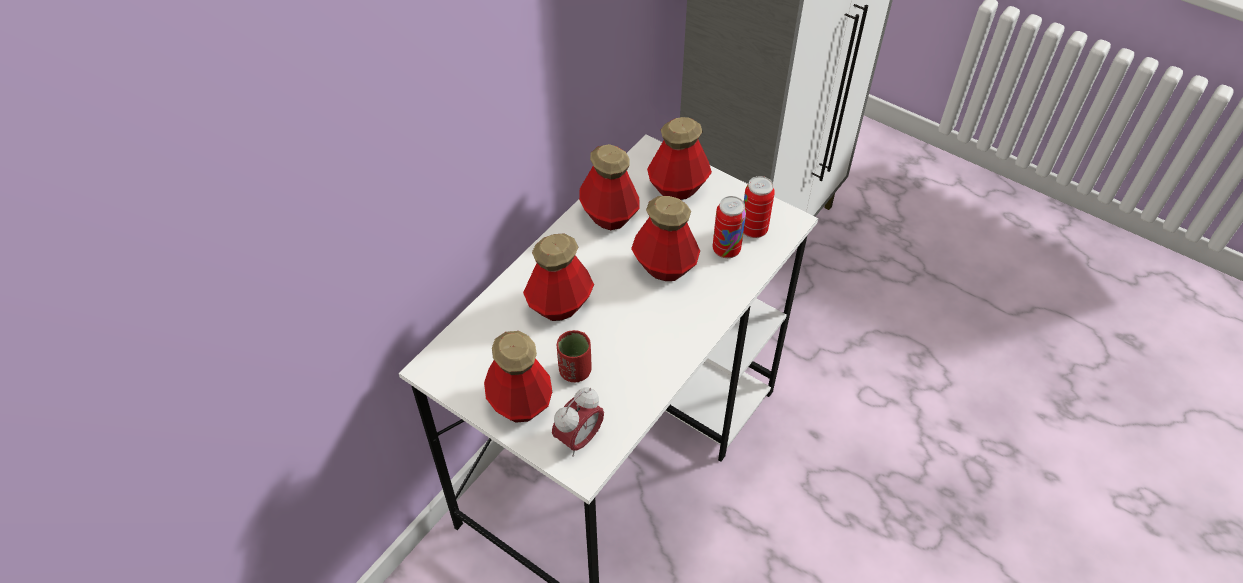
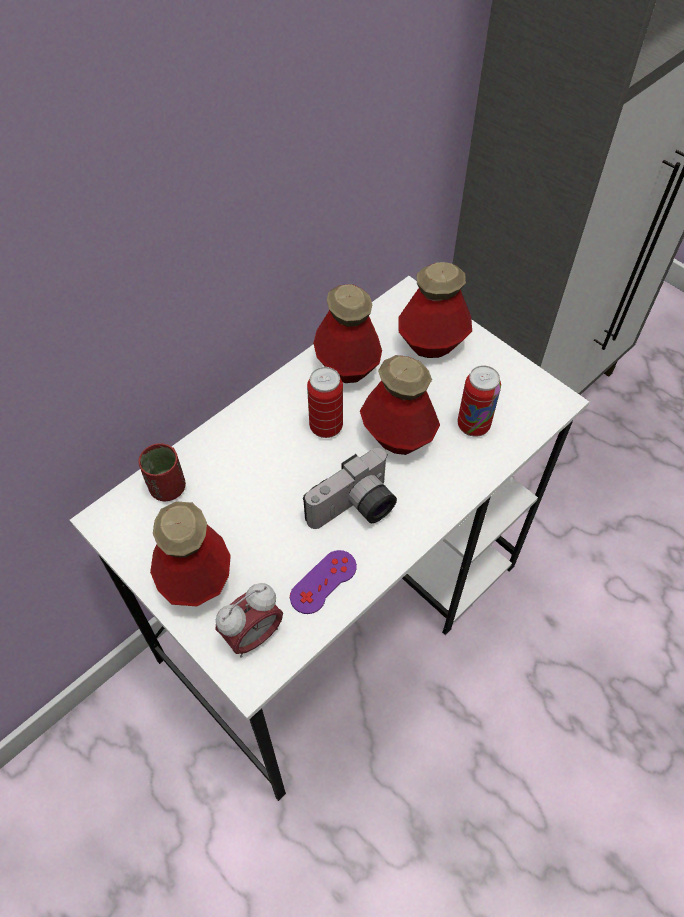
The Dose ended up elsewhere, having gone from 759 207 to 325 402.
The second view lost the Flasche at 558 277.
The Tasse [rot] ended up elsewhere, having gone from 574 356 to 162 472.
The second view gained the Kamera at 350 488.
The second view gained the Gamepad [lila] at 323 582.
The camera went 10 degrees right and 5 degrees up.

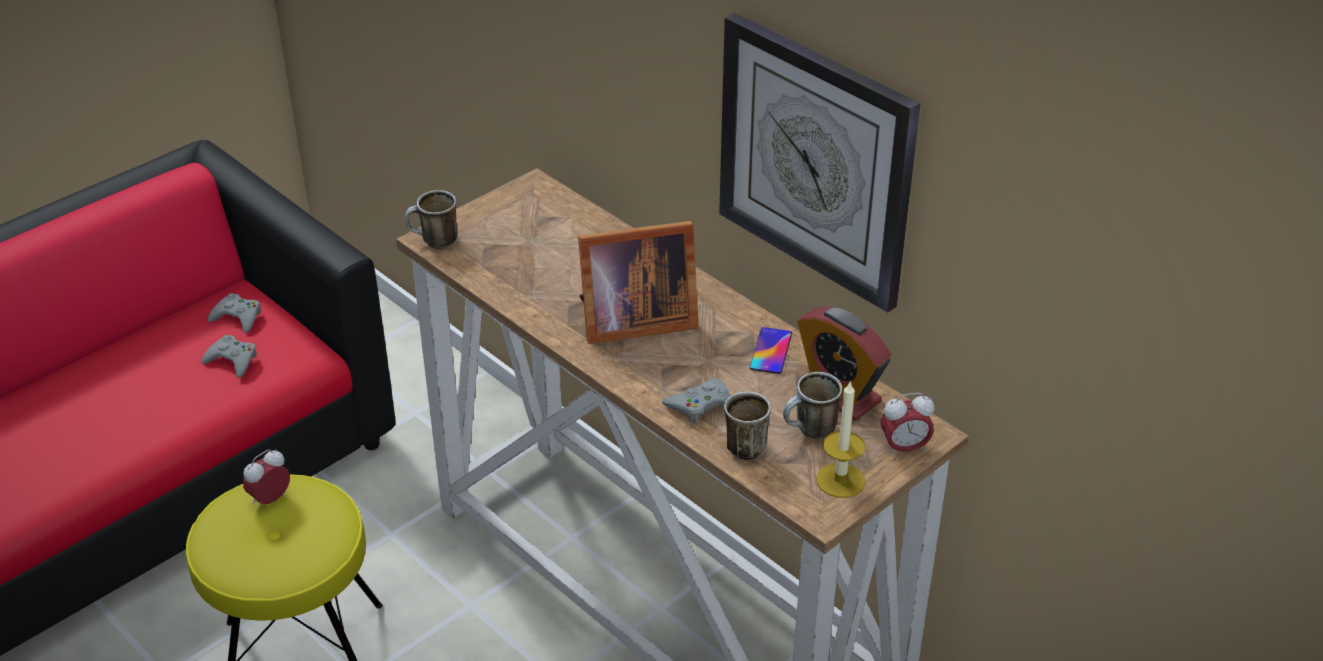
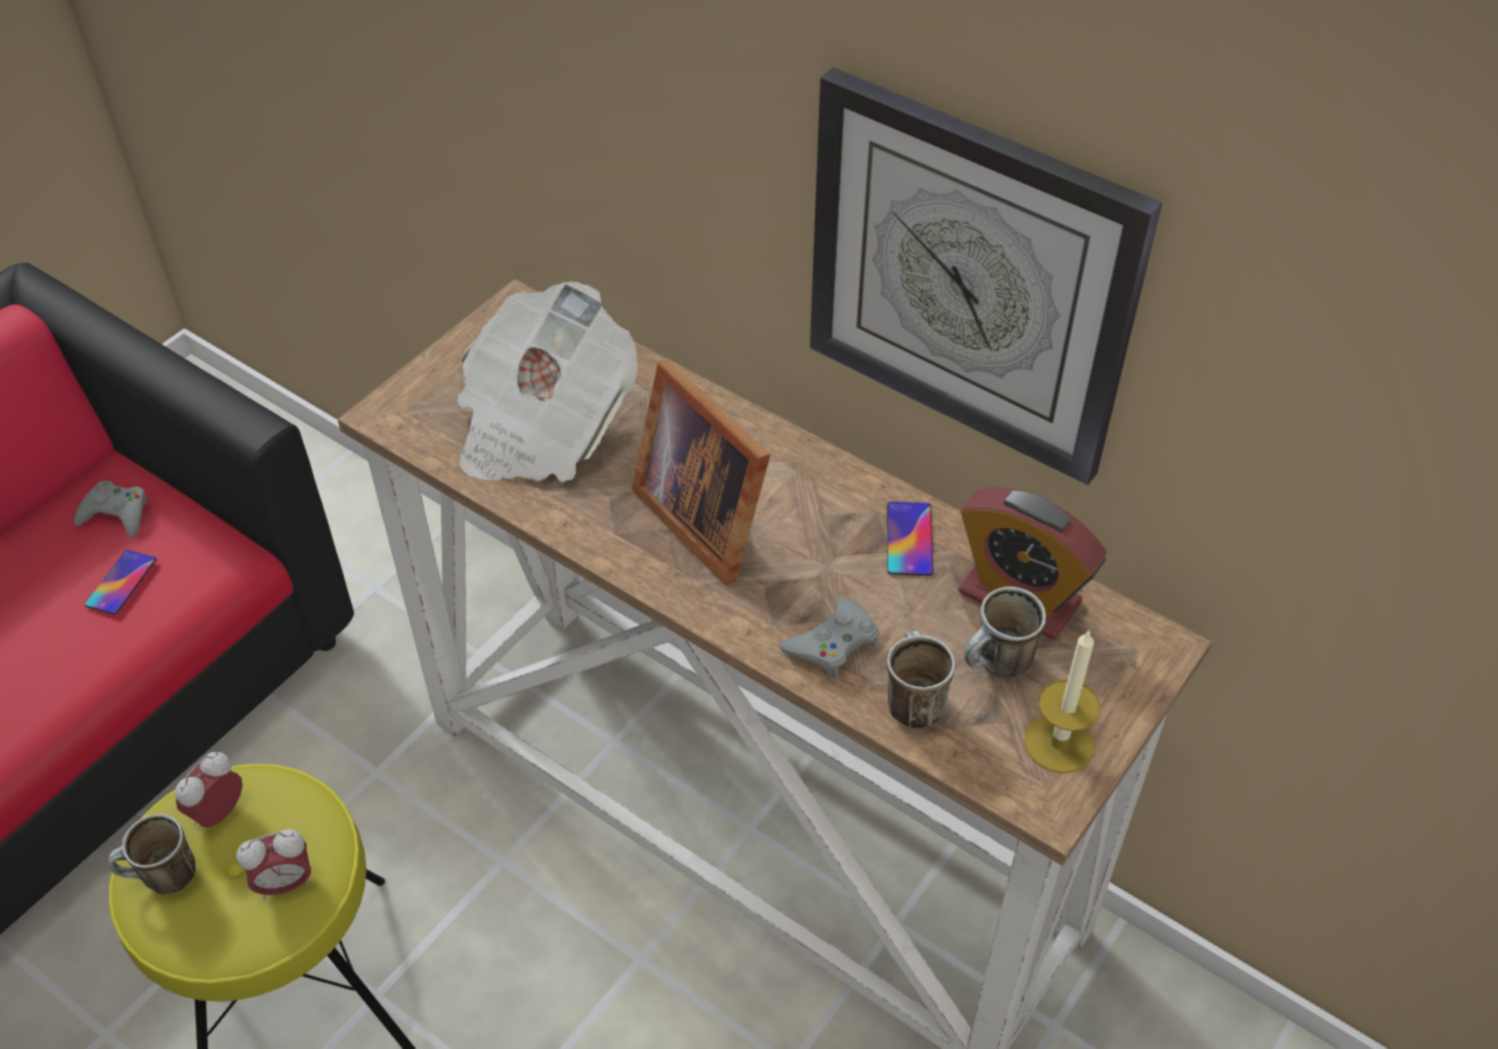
The Henkelbecher ended up elsewhere, having gone from 431 219 to 151 854.
The Bilderrahmen at 638 282 ended up facing another way, 75 degrees clockwise from before.
Where the Gamepad [grau] stood at 229 356, the Handy came to stand at 120 582.
The Wecker ended up elsewhere, having gone from 908 424 to 274 864.
The second view gained the Zeitung at 547 381.
The camera went 10 degrees left and 10 degrees up.

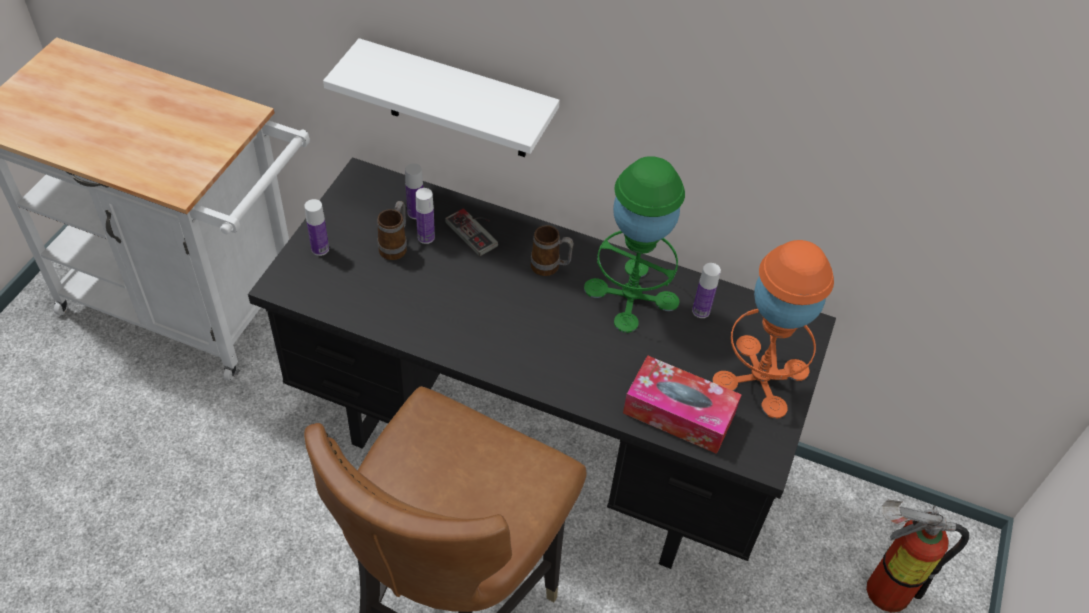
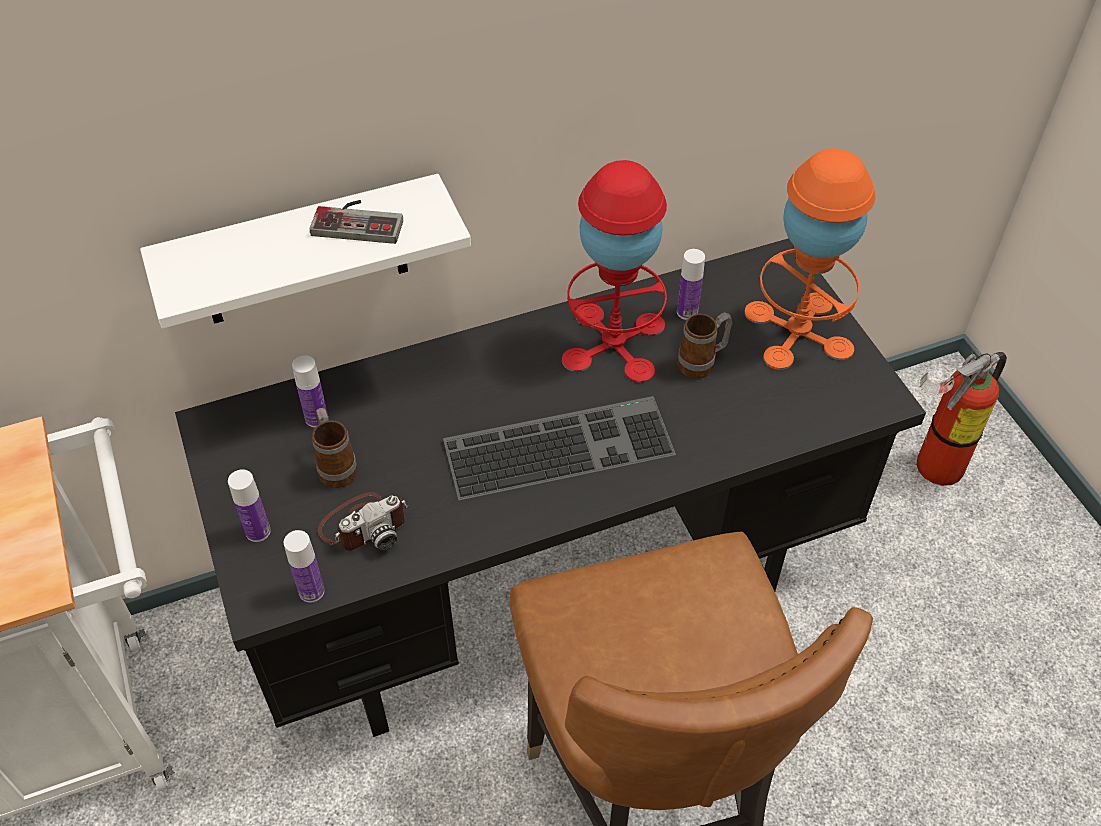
What was the Tischlampe [grün] at 634 244 turned into the Tischlampe [rot] at 614 271.
The Flasche ended up elsewhere, having gone from 425 216 to 304 566.
The Gamepad ended up elsewhere, having gone from 471 232 to 356 222.
The Henkelbecher ended up elsewhere, having gone from 552 250 to 705 345.
The second view lost the Taschentuchbox at 682 404.
The second view gained the Tastatur at 559 448.
The second view gained the Kamera at 363 521.
The camera went 40 degrees left and 0 degrees up.

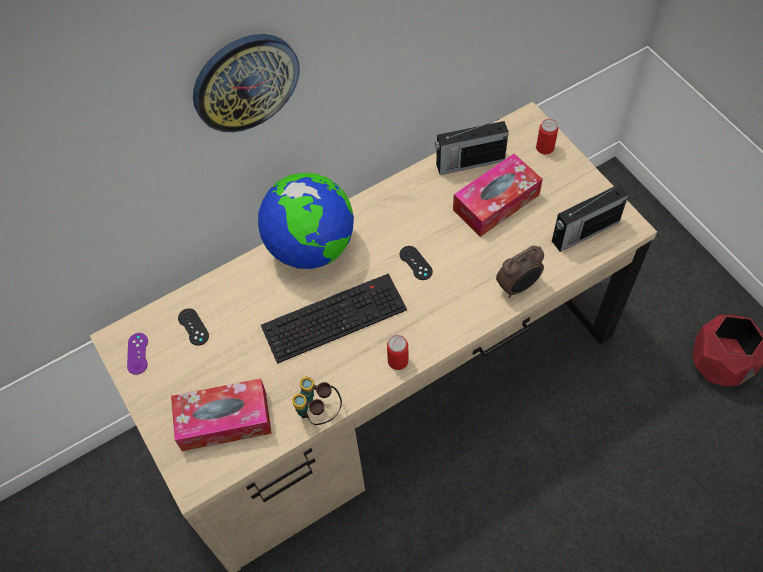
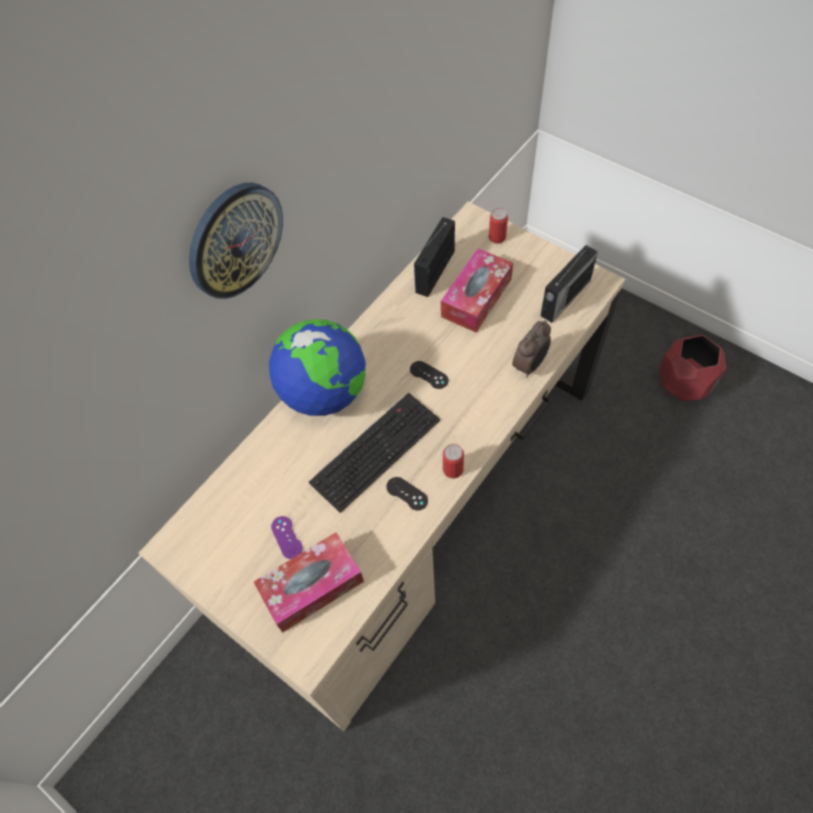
The Radio at 472 147 ended up facing another way, 150 degrees clockwise from before.
The Gamepad [schwarz] ended up elsewhere, having gone from 193 327 to 407 494.
The Gamepad [lila] ended up elsewhere, having gone from 137 354 to 287 537.
The second view lost the Fernglas at 317 401.
The camera went 20 degrees left and 0 degrees up.

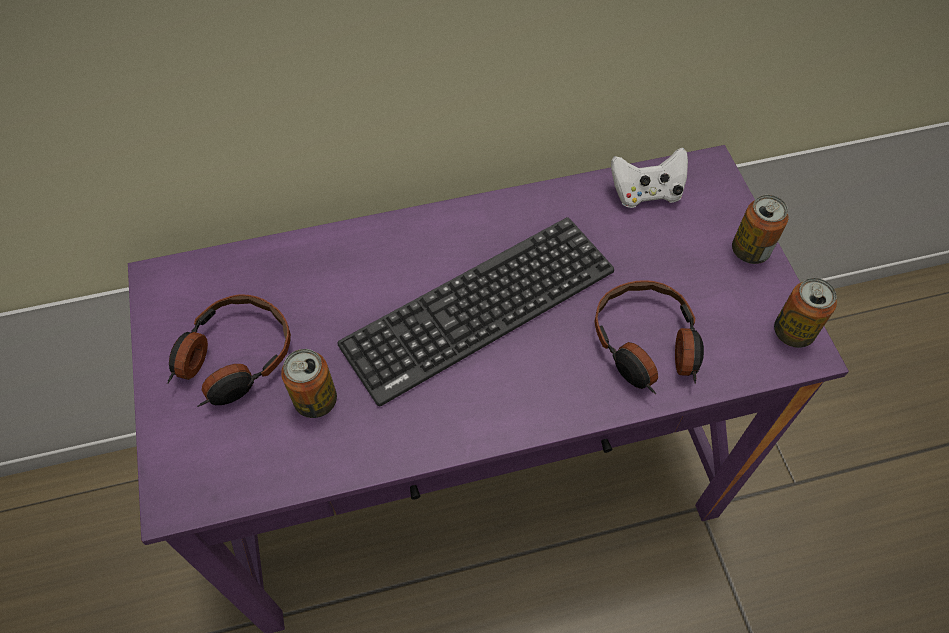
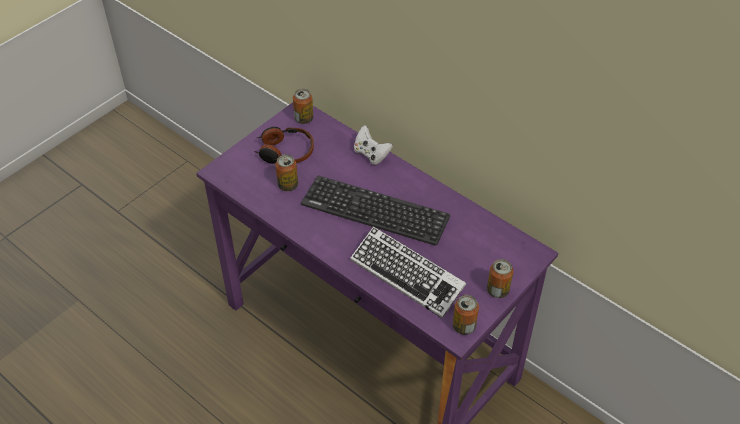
The Gamepad [weiß] ended up elsewhere, having gone from 649 178 to 373 145.
Where the Kopfhörer stood at 649 337, the Tastatur came to stand at 408 272.
The second view gained the Dose at 303 106.
The camera went 55 degrees right and 10 degrees down.

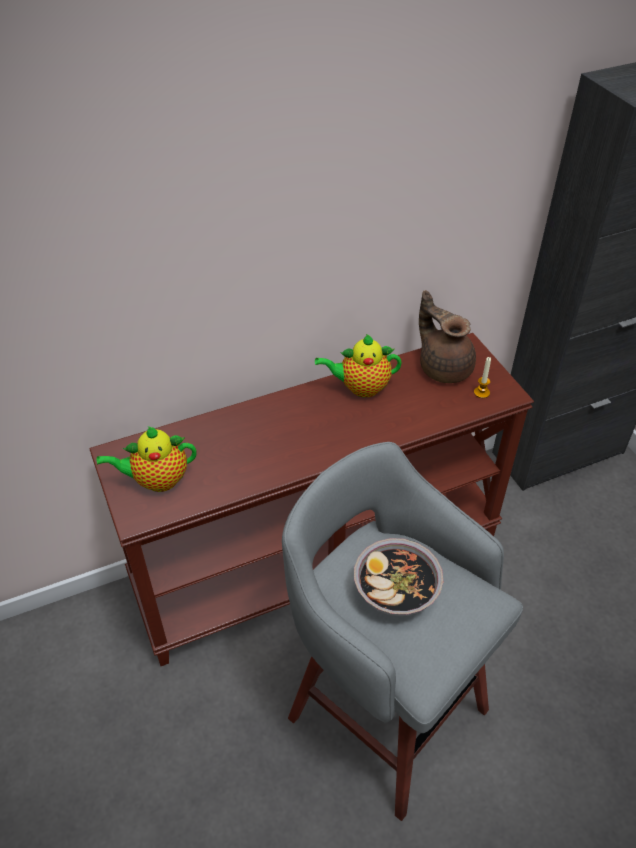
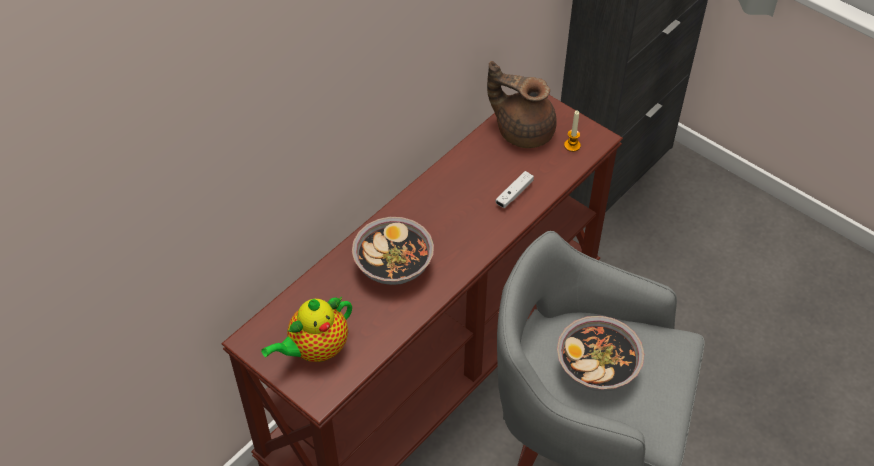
The second view lost the Teekanne at 358 365.
The second view gained the Gamepad [weiß] at 514 189.
The second view gained the Schüssel at 393 251.
The camera went 25 degrees left and 5 degrees up.

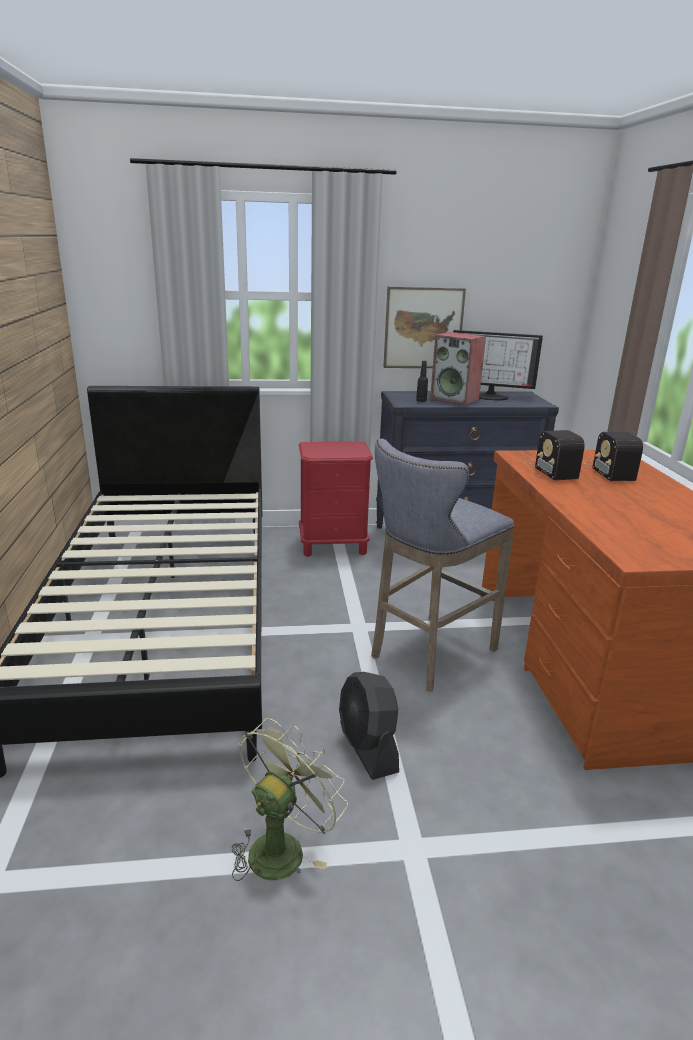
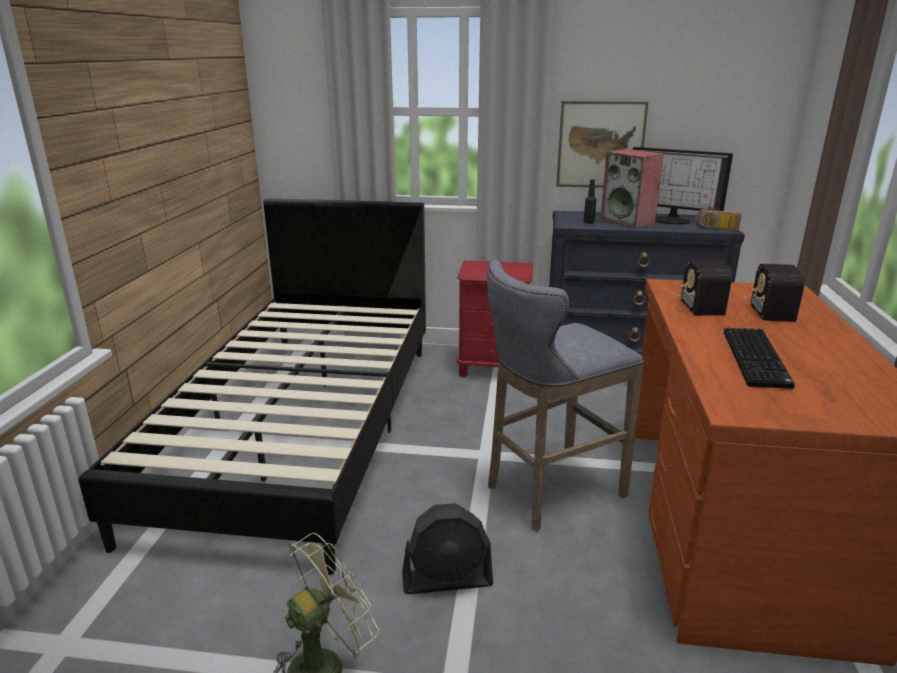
The Ventilator [schwarz] at 369 726 ended up facing another way, 90 degrees counterclockwise from before.
The second view gained the Radio at 718 220.
The second view gained the Tastatur at 759 358.
The camera went 15 degrees right and 0 degrees up.

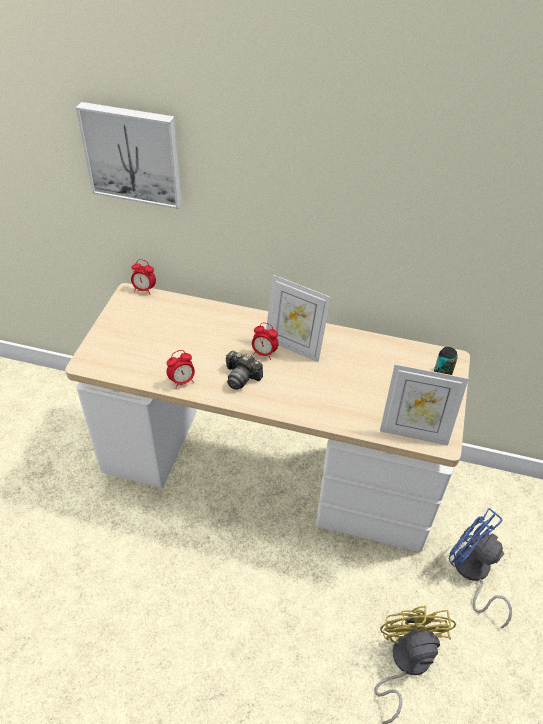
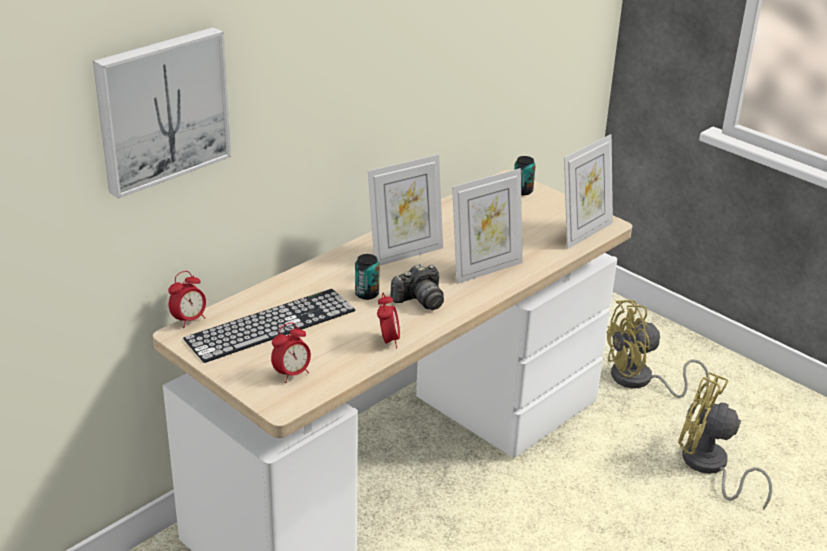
The Wecker ended up elsewhere, having gone from 265 341 to 291 352.
What was the Ventilator [blau] at 480 568 turned into the Ventilator [gelb] at 658 349.
The second view gained the Bilderrahmen at 487 226.
The second view gained the Dose at 367 277.
The second view gained the Tastatur at 269 326.
The camera went 60 degrees left and 15 degrees down.

